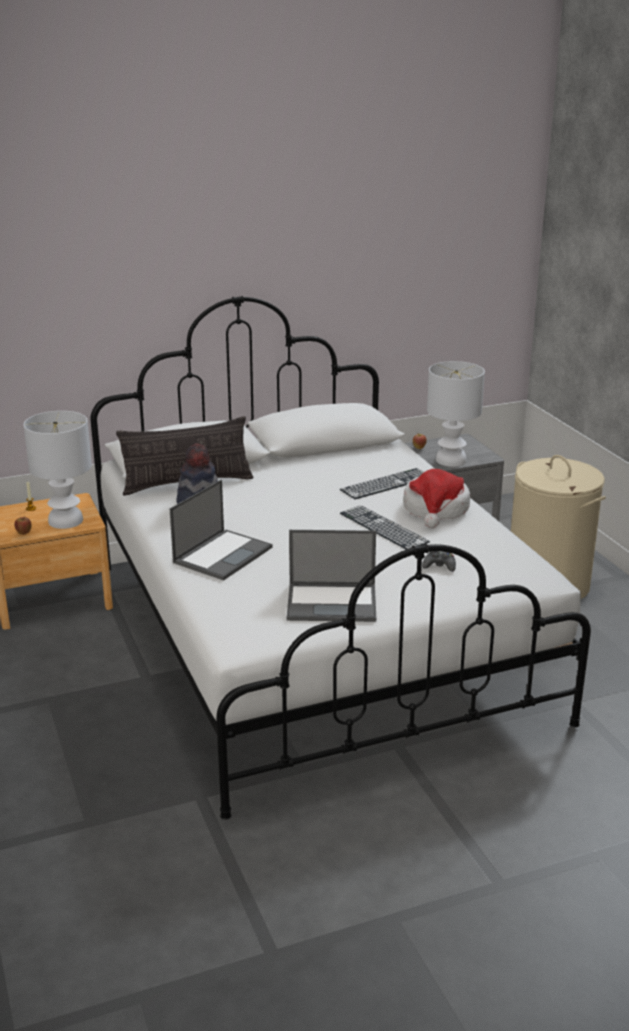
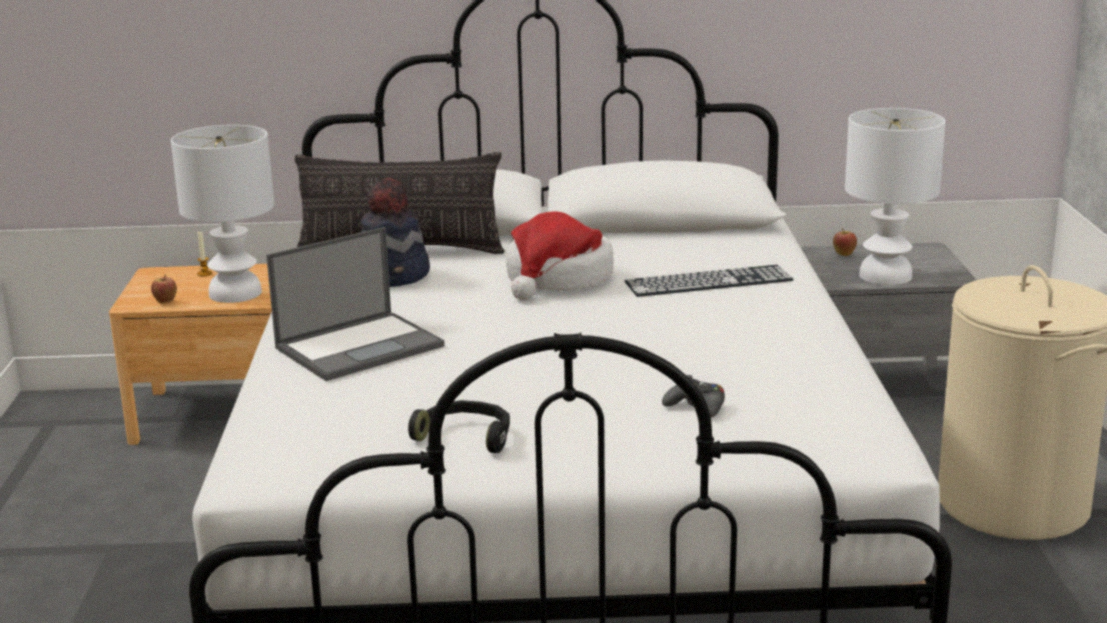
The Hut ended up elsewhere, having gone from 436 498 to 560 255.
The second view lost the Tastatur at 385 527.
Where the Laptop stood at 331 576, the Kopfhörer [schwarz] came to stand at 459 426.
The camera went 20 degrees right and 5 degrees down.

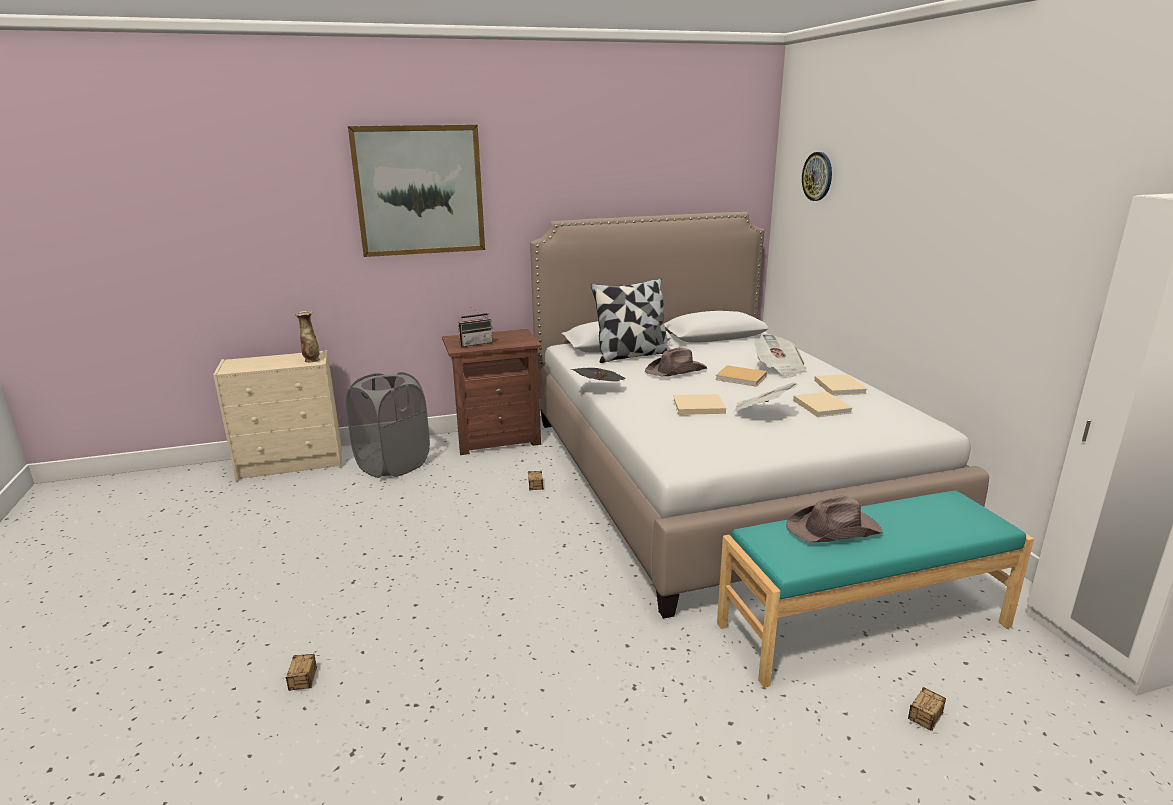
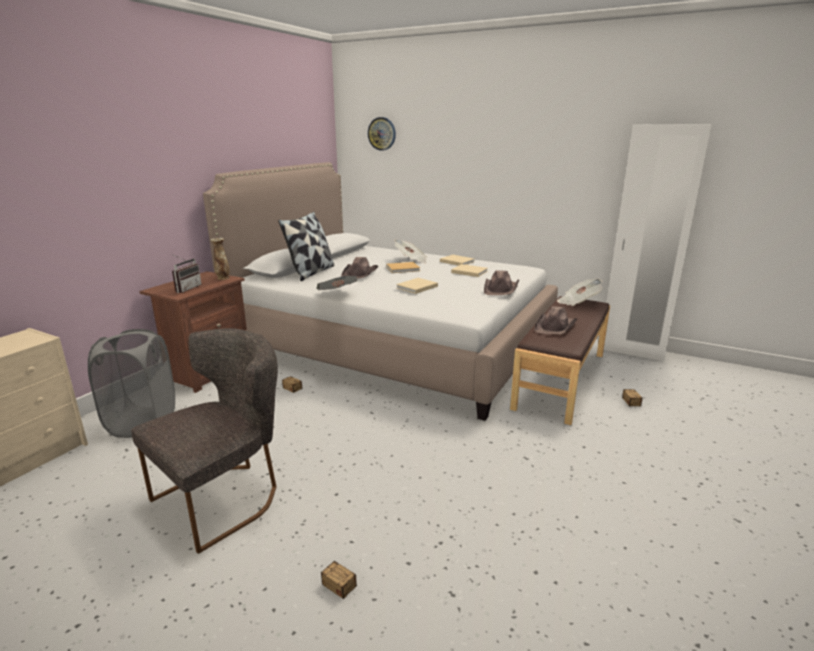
The second view lost the Bild at 416 191.
The Vase ended up elsewhere, having gone from 307 337 to 220 259.
The Zeitung ended up elsewhere, having gone from 765 397 to 580 292.
What was the Bank [türkis] at 875 589 turned into the Bank [braun] at 560 360.
The second view gained the Hut [braun] at 501 283.
The second view gained the Stuhl [grau] at 204 441.
The camera went 45 degrees left and 0 degrees up.

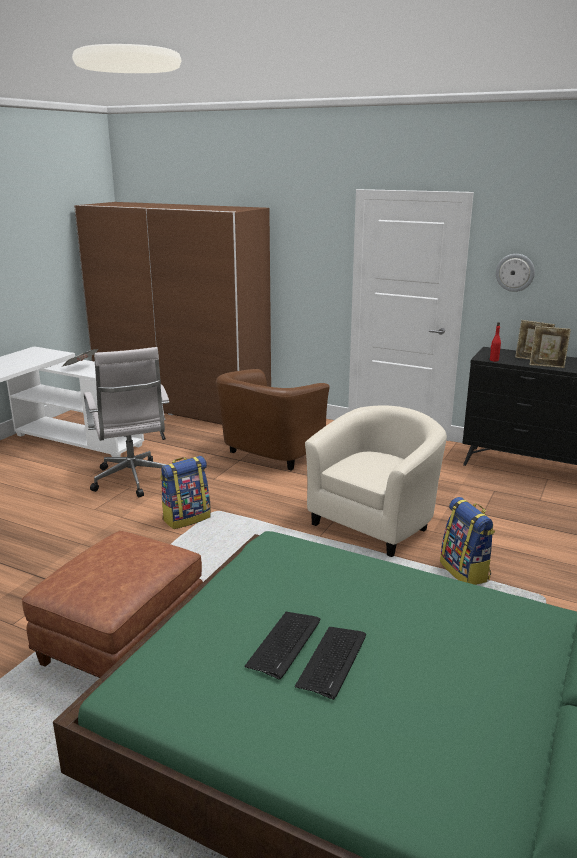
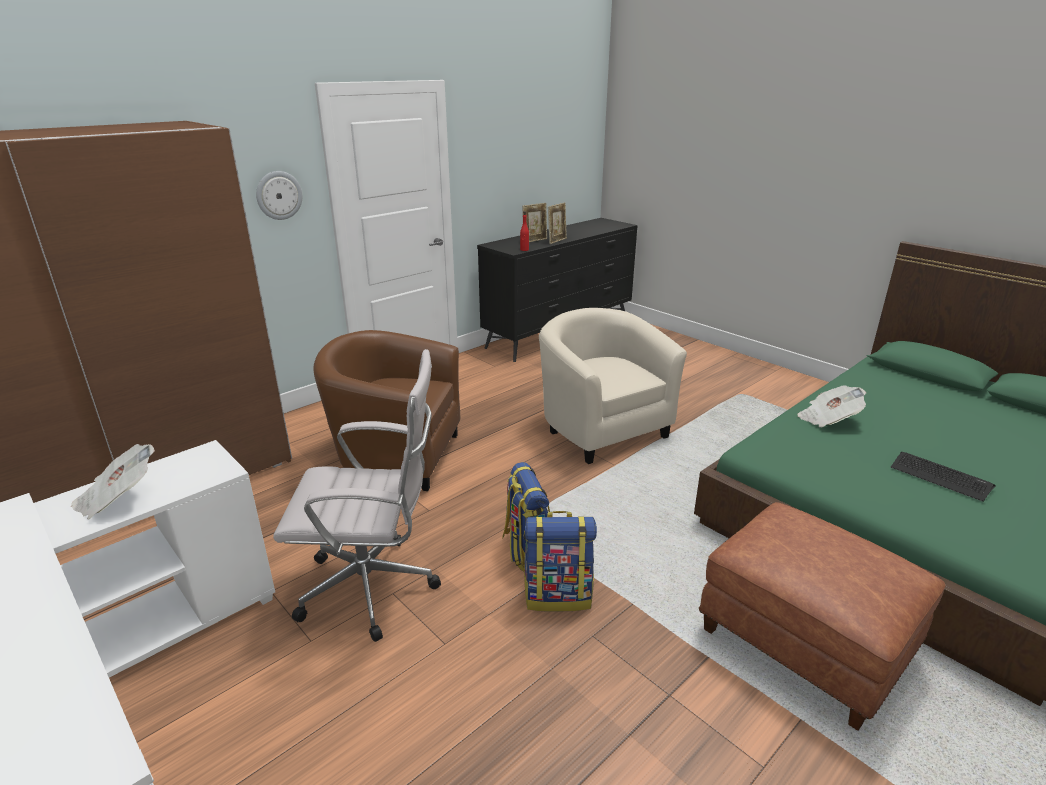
The Wanduhr ended up elsewhere, having gone from 515 273 to 279 195.
The Sessel [braun] at 272 420 ended up facing another way, 135 degrees clockwise from before.
The Rucksack ended up elsewhere, having gone from 467 541 to 560 561.
The second view lost the Tastatur at 330 663.
The second view gained the Zeitung at 832 406.
The camera went 70 degrees left and 5 degrees up.

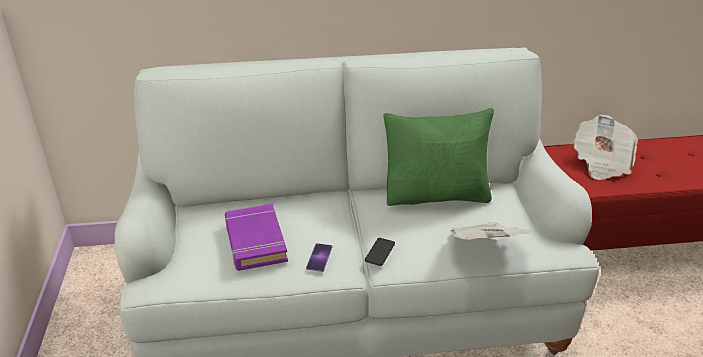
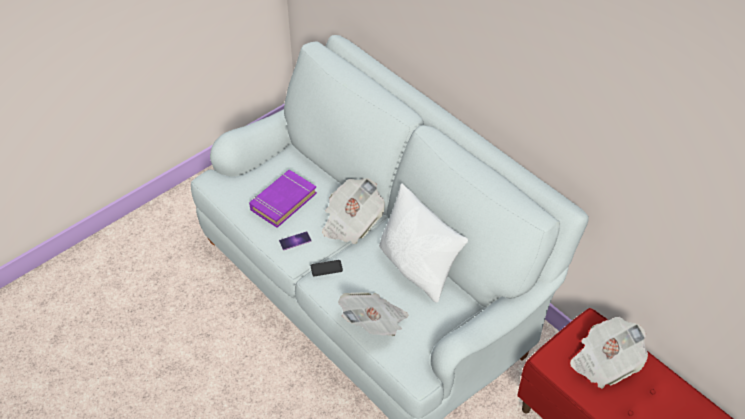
What was the Kissen [grün] at 438 157 turned into the Kissen [weiß] at 423 243.
The second view gained the Zeitung at 353 211.
The camera went 55 degrees right and 15 degrees up.

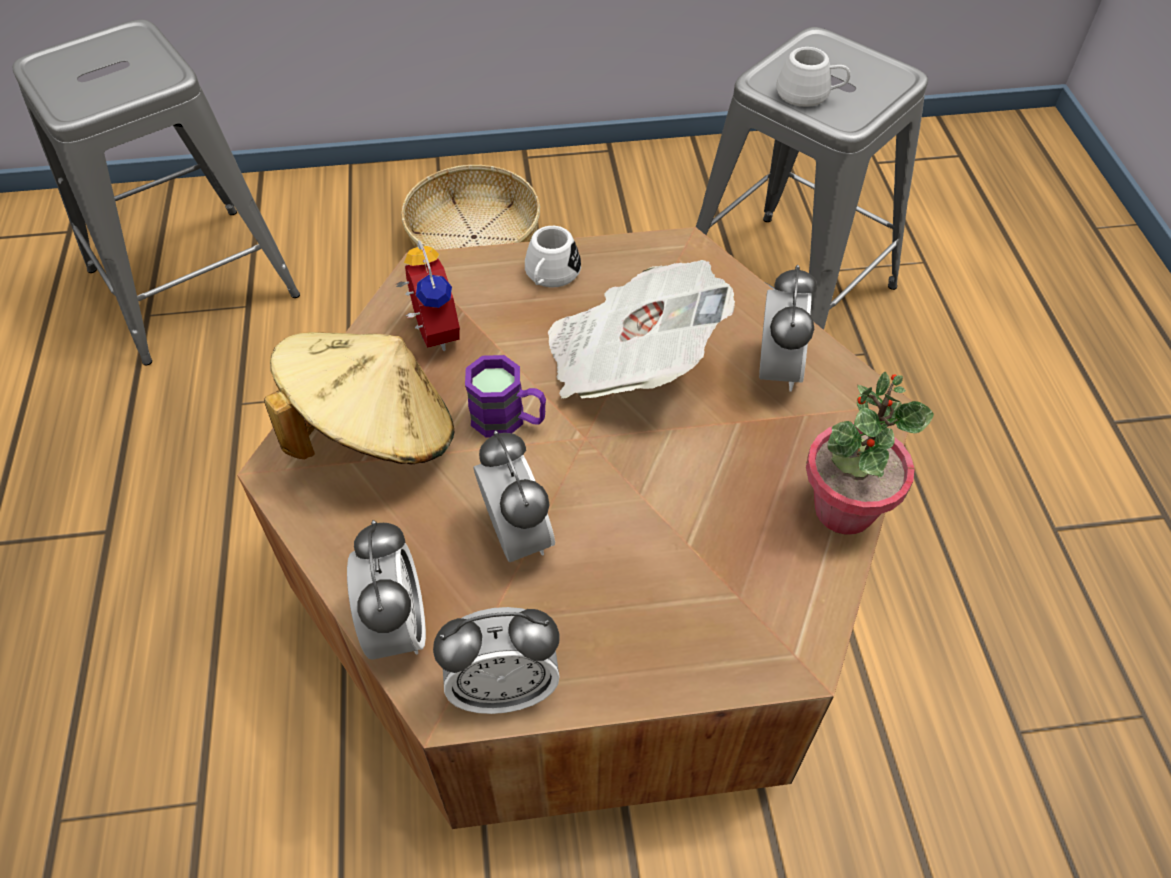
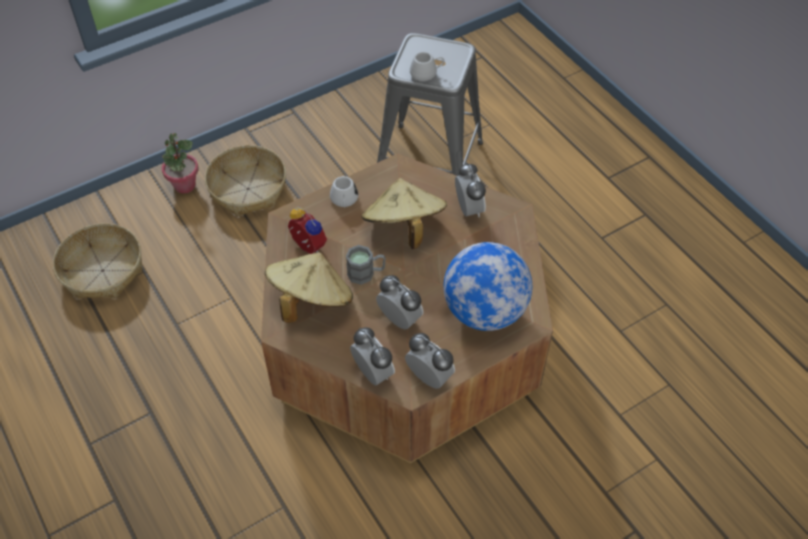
Where the Hocker [grau] stood at 156 192, the Korb came to stand at 97 261.
Where the Zeitung stood at 641 329, the Hut [beige] came to stand at 404 213.
What was the Henkelbecher [lila] at 505 396 turned into the Henkelbecher [grau] at 366 265.
The Topfpflanze ended up elsewhere, having gone from 870 453 to 180 163.
The Wecker at 496 660 ended up facing another way, 105 degrees counterclockwise from before.
The second view gained the Globus at 488 286.
The camera went 25 degrees left and 0 degrees up.

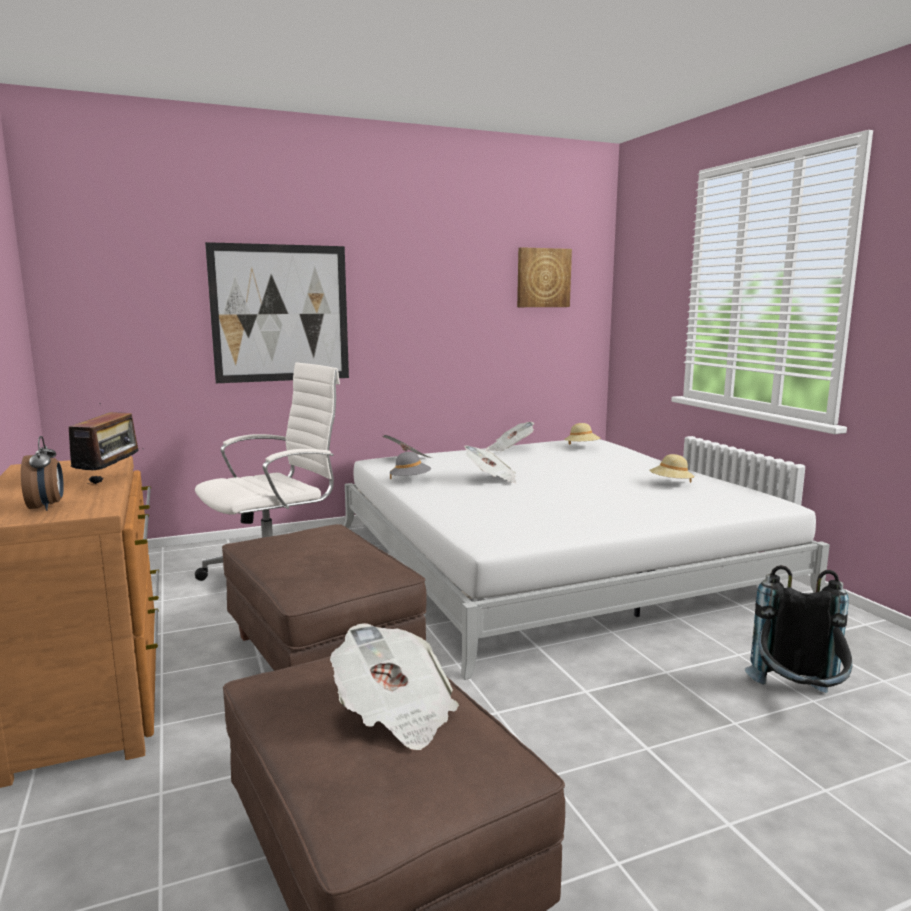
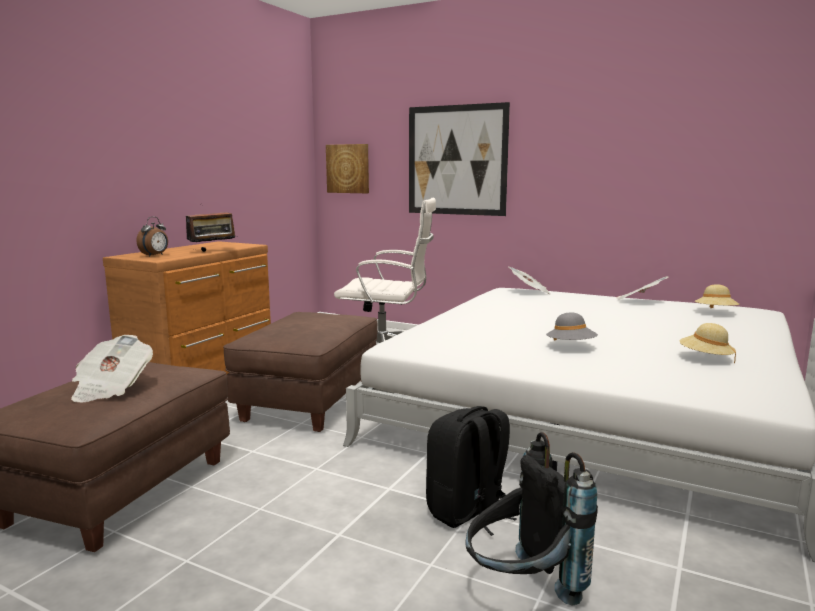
The Bild ended up elsewhere, having gone from 544 277 to 347 168.
The second view lost the Zeitung at 490 464.
The Hut [grau] ended up elsewhere, having gone from 410 466 to 572 327.
The second view gained the Rucksack [schwarz] at 471 471.
The camera went 50 degrees right and 0 degrees up.

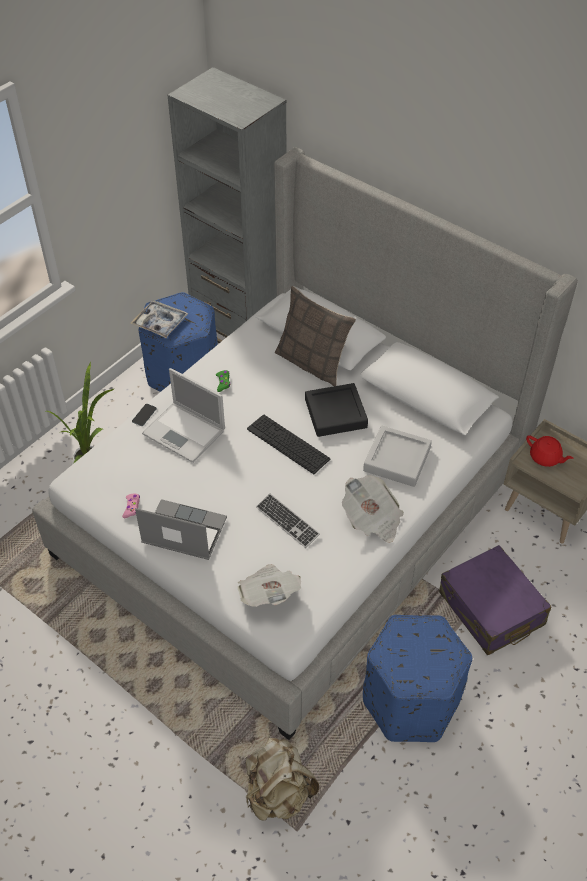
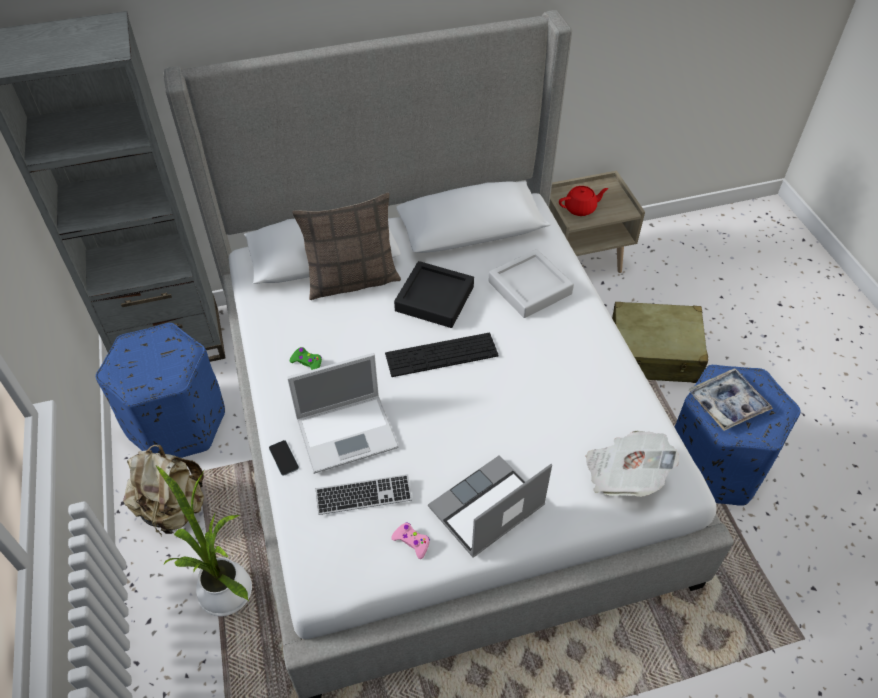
The Tablett ended up elsewhere, having gone from 159 319 to 730 399.
The second view lost the Zeitung at 373 509.
The Tastatur ended up elsewhere, having gone from 288 520 to 364 494.
What was the Koffer [lila] at 495 600 turned into the Koffer [beige] at 660 342.
The Rucksack [beige] ended up elsewhere, having gone from 282 779 to 163 490.
The camera went 55 degrees left and 0 degrees up.

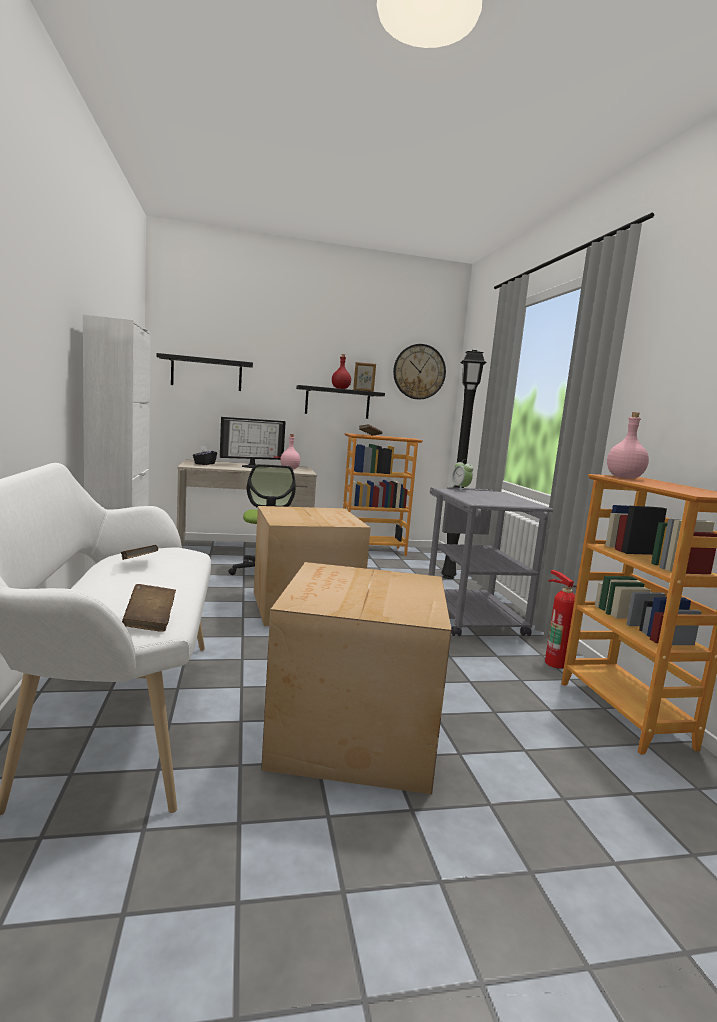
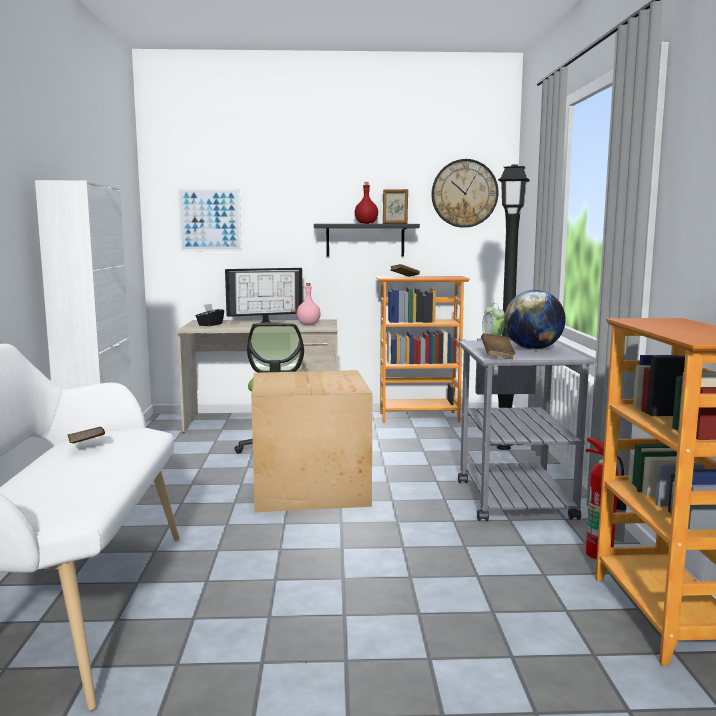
Where the Wandregal [schwarz] hung at 204 372, the Bild came to hang at 210 220.
The second view lost the Flasche [rosa] at 628 445.
The second view lost the Karton at 356 678.
The Buch [braun] ended up elsewhere, having gone from 149 608 to 498 346.
The second view gained the Globus at 535 320.
The camera went 10 degrees right and 0 degrees up.

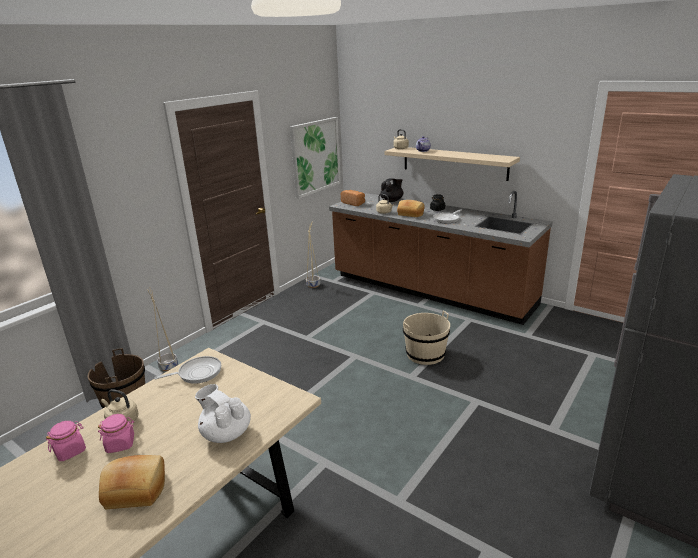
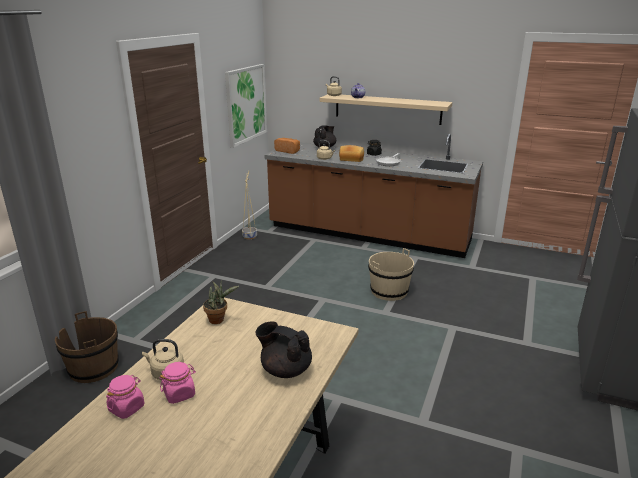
The second view lost the Pflanzkübel [beige] at 162 330.
Where the Pfanne stood at 187 370, the Topfpflanze came to stand at 221 302.
What was the Teekanne [weiß] at 223 413 turned into the Teekanne [schwarz] at 284 349.
The second view lost the Brot at 132 482.
The camera went 15 degrees left and 0 degrees up.

